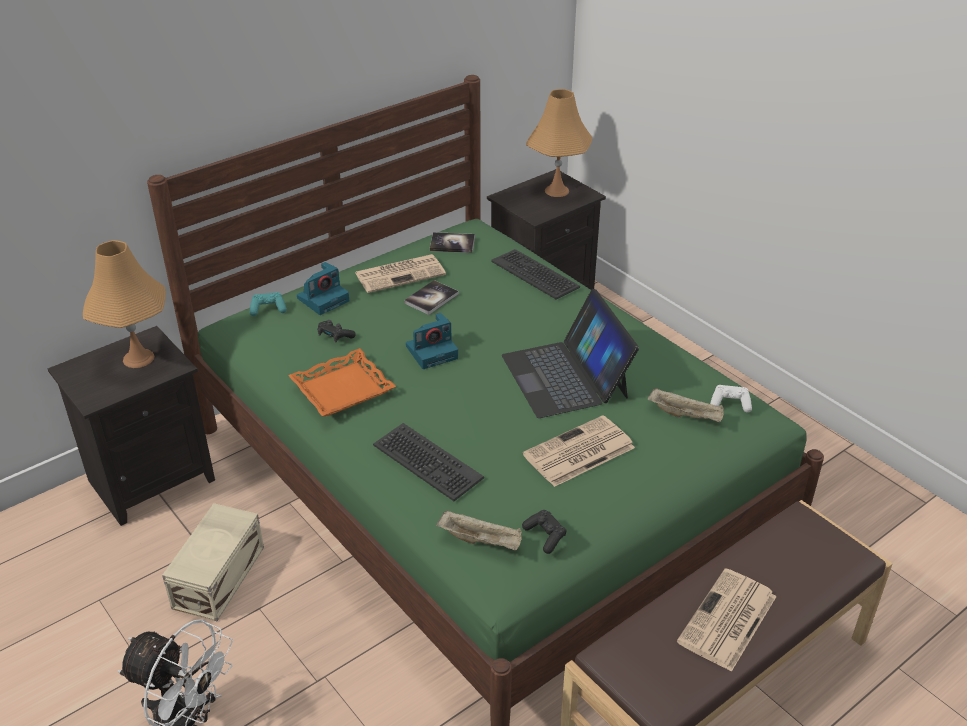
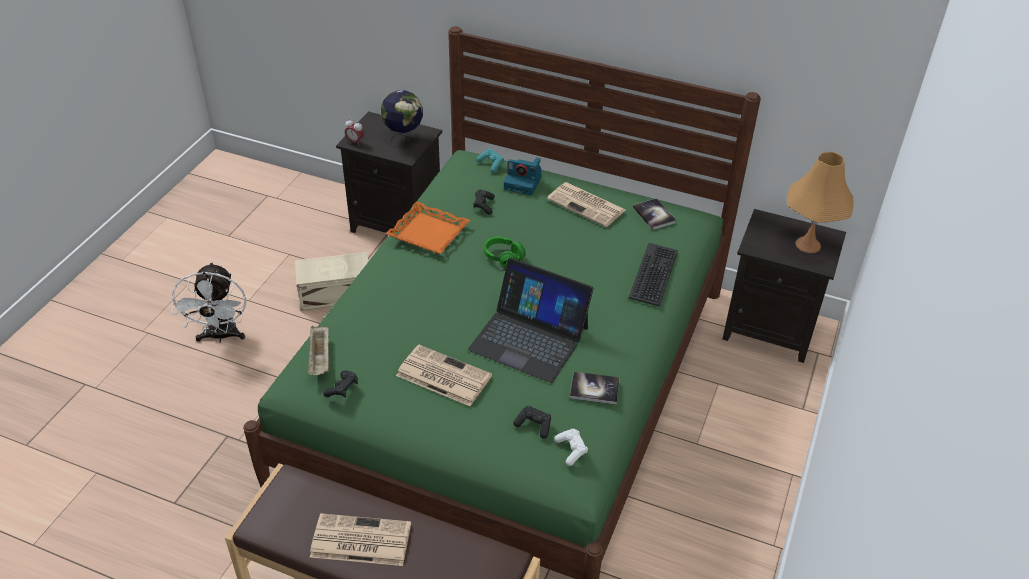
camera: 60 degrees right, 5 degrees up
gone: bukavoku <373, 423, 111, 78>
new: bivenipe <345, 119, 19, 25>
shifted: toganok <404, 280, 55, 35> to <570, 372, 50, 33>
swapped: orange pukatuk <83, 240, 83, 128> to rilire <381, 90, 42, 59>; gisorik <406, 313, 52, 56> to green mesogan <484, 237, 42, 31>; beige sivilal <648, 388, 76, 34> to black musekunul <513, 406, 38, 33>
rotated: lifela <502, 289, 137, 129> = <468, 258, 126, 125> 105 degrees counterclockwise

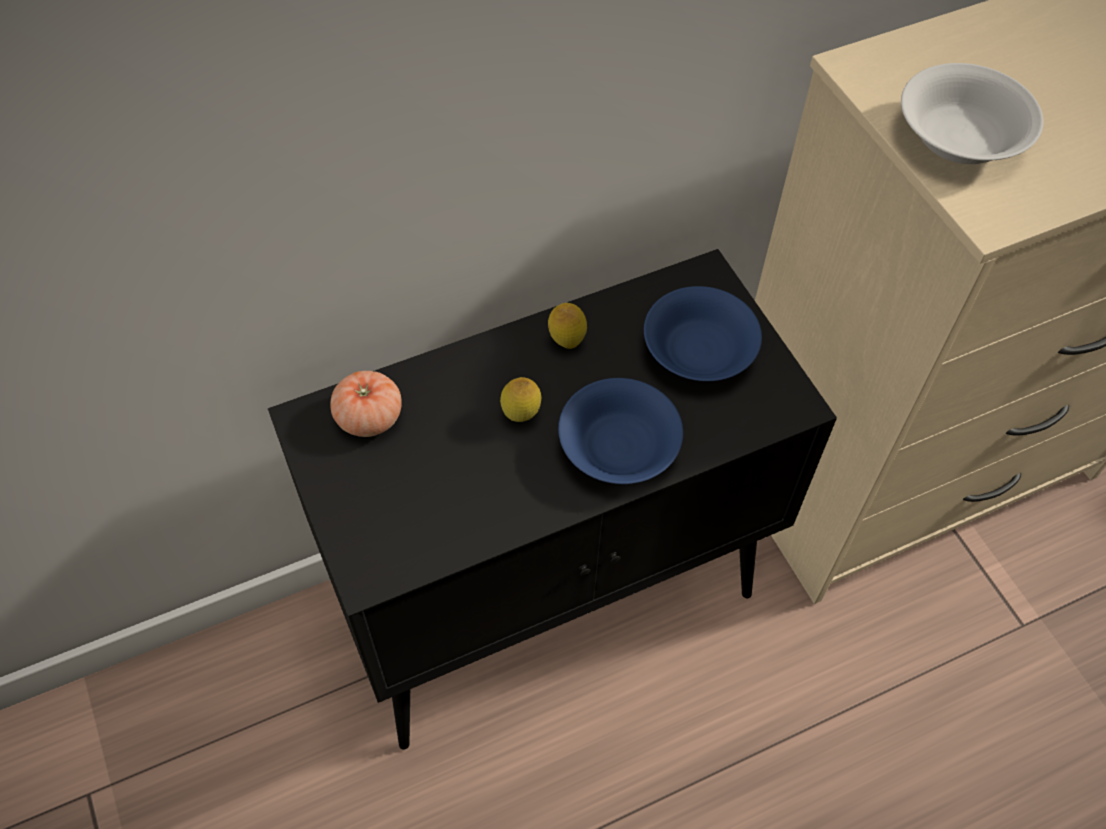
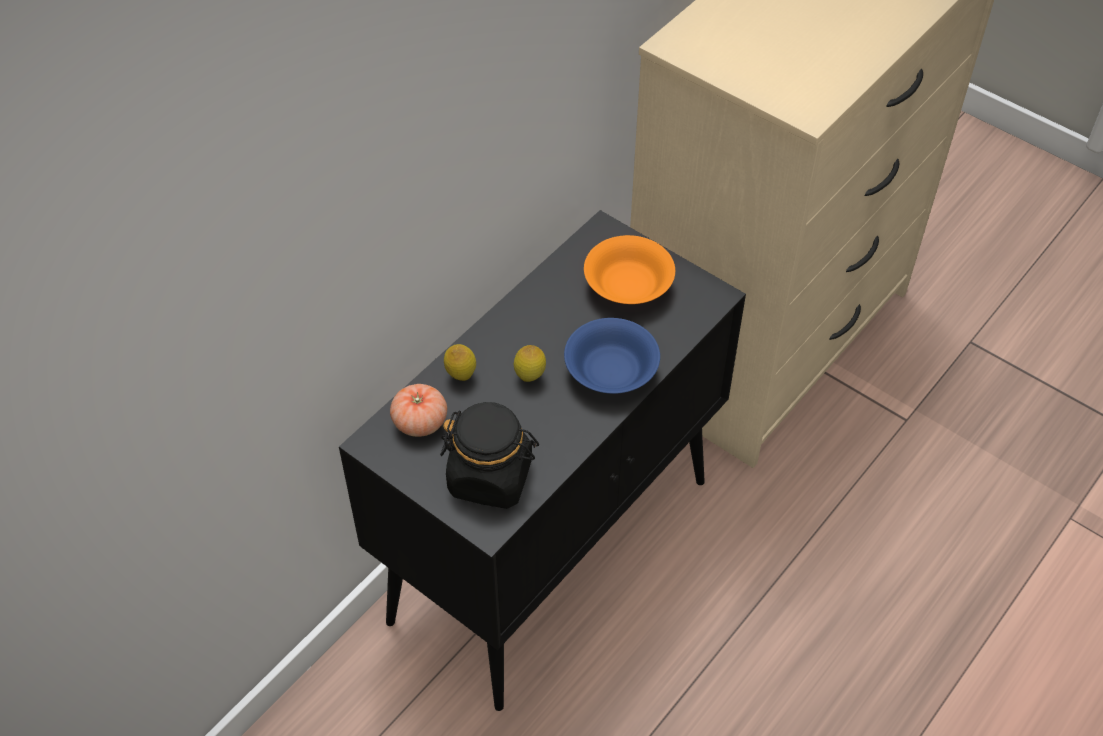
camera: 25 degrees left, 5 degrees down
gone: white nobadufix <901, 63, 142, 101>
new: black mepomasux <440, 402, 99, 107>
shifted: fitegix <548, 303, 39, 46> to <444, 344, 32, 37>
repainted: blue nobadufix <644, 286, 118, 95> to orange nobadufix <584, 235, 91, 69>

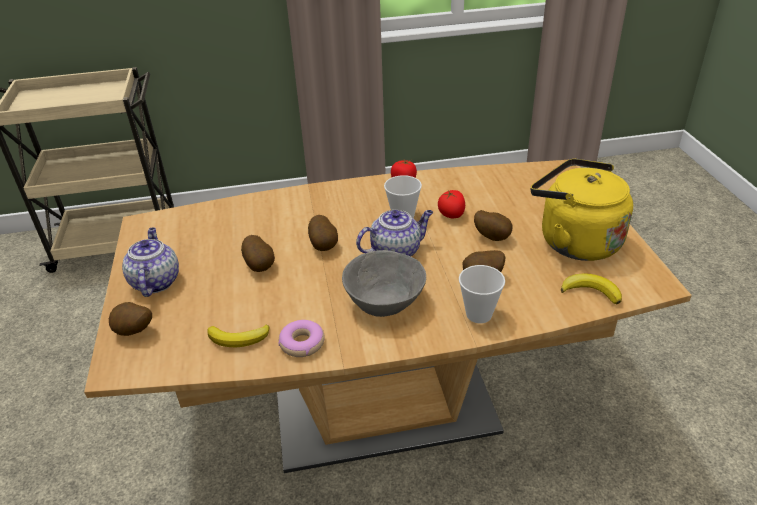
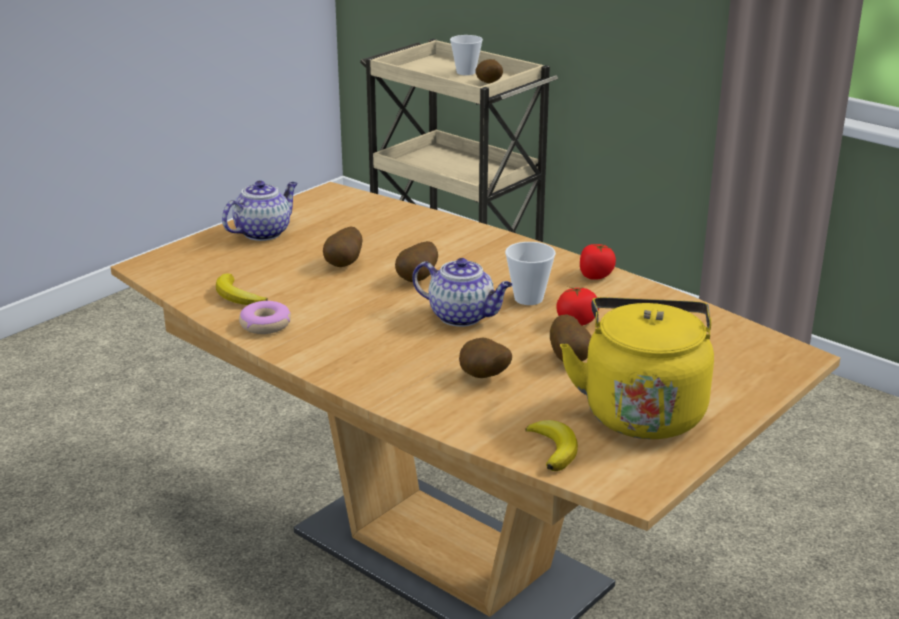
camera: 50 degrees right, 10 degrees down
gone: grey nobadufix <342, 250, 84, 67>
shifted: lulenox <459, 265, 46, 58> to <450, 35, 33, 40>; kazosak <109, 302, 43, 34> to <476, 59, 27, 24>

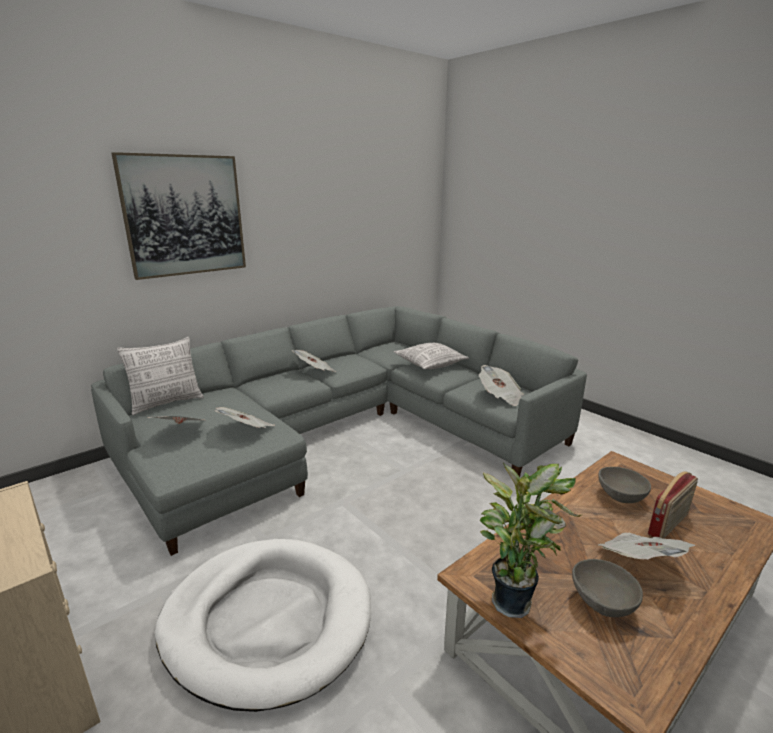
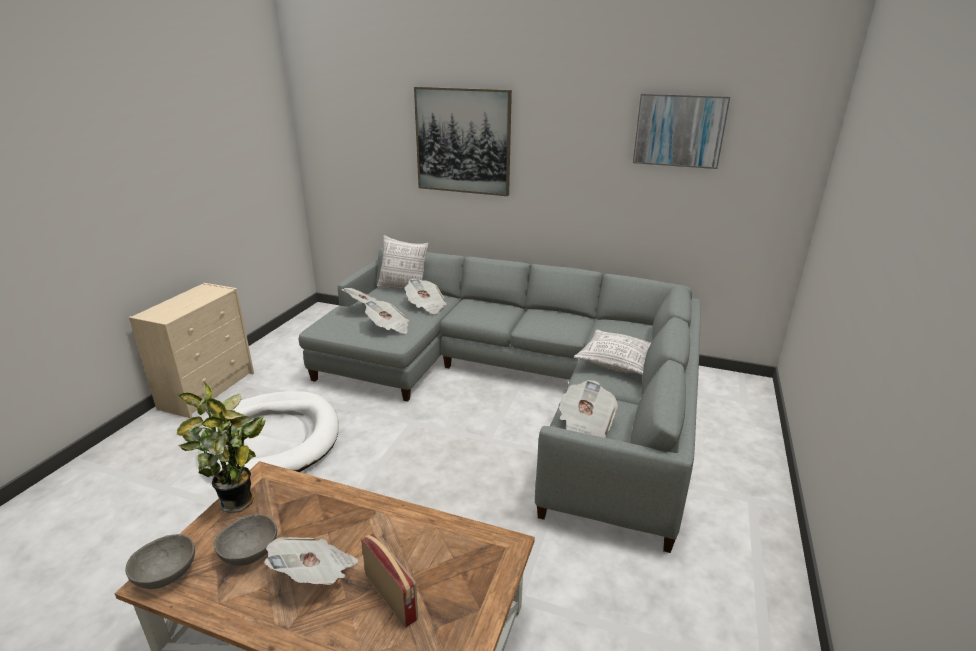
camera: 60 degrees right, 5 degrees up
new: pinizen <633, 94, 97, 75>
shifted: grey nobadufix <598, 467, 53, 36> to <125, 534, 70, 55>; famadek <291, 350, 45, 22> to <404, 279, 43, 35>
rotated: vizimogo <648, 471, 50, 68> = <361, 533, 57, 95> 150 degrees counterclockwise

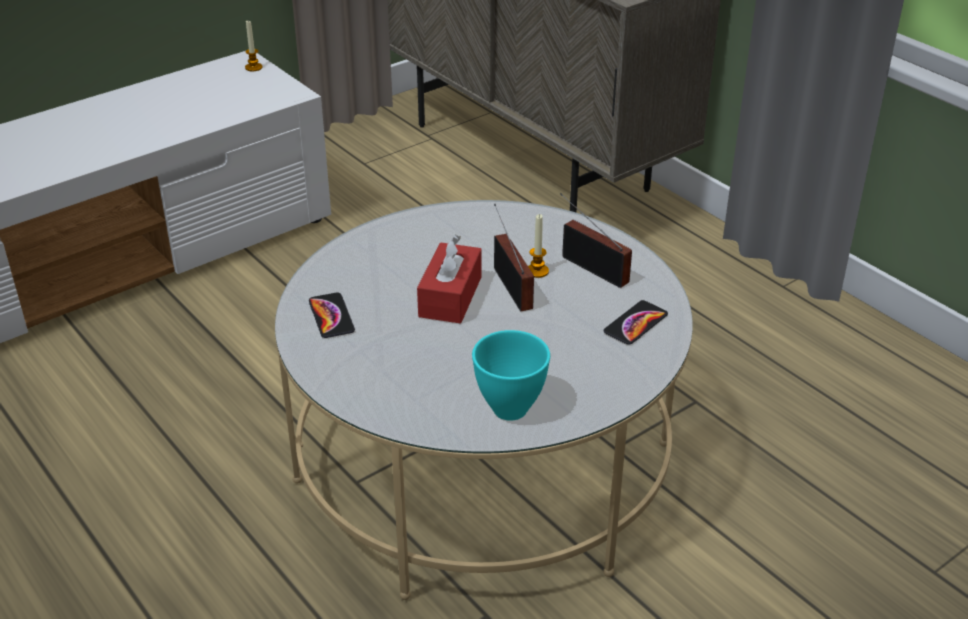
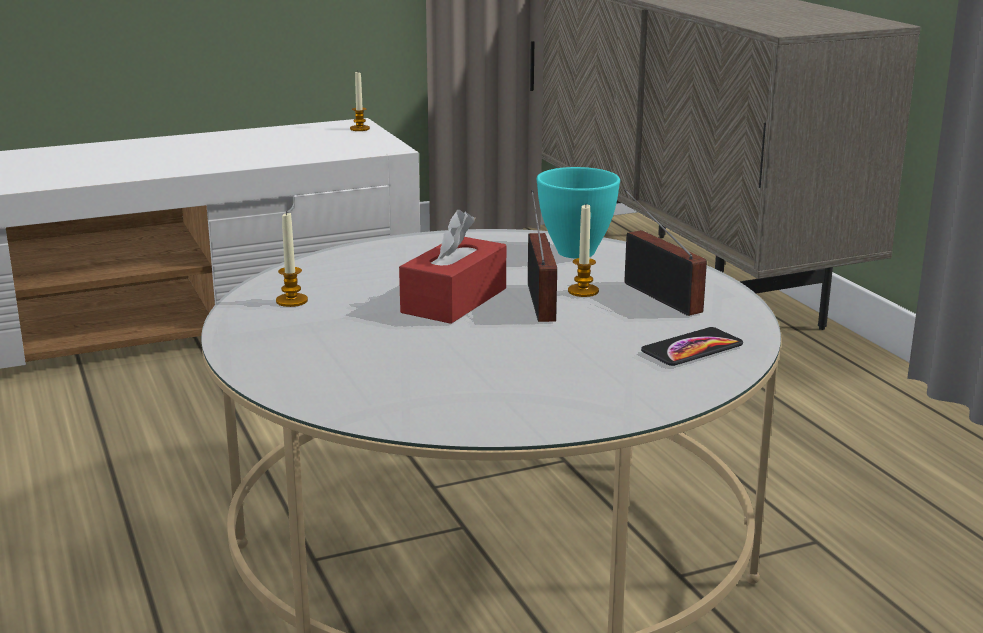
camera: 15 degrees right, 15 degrees down
shifted: turquoise nobadufix <472, 330, 78, 91> to <537, 167, 83, 92>
swapped: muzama <309, 292, 46, 46> to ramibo <276, 211, 32, 96>

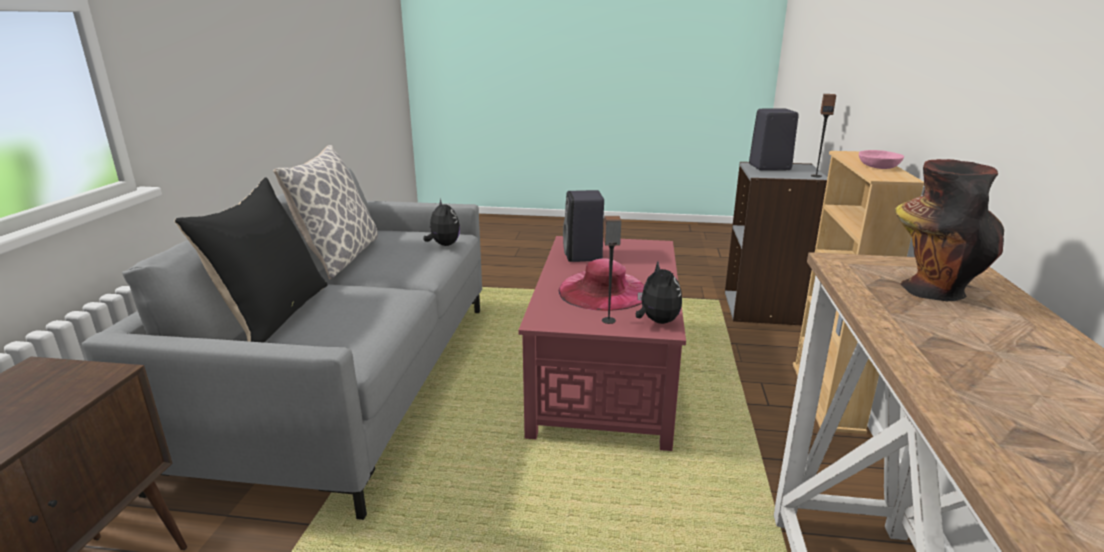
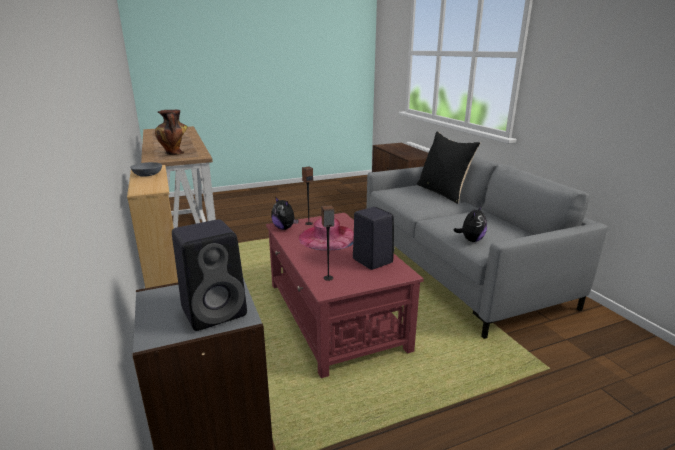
camera: 150 degrees right, 0 degrees up
gone: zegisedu <273, 145, 105, 134>
shifted: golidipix <811, 94, 25, 83> to <321, 206, 13, 75>
repainted: pink nobadufix <859, 150, 45, 19> to grey nobadufix <130, 162, 32, 15>
rotated: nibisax <423, 199, 37, 47> = <453, 205, 34, 37> 90 degrees counterclockwise

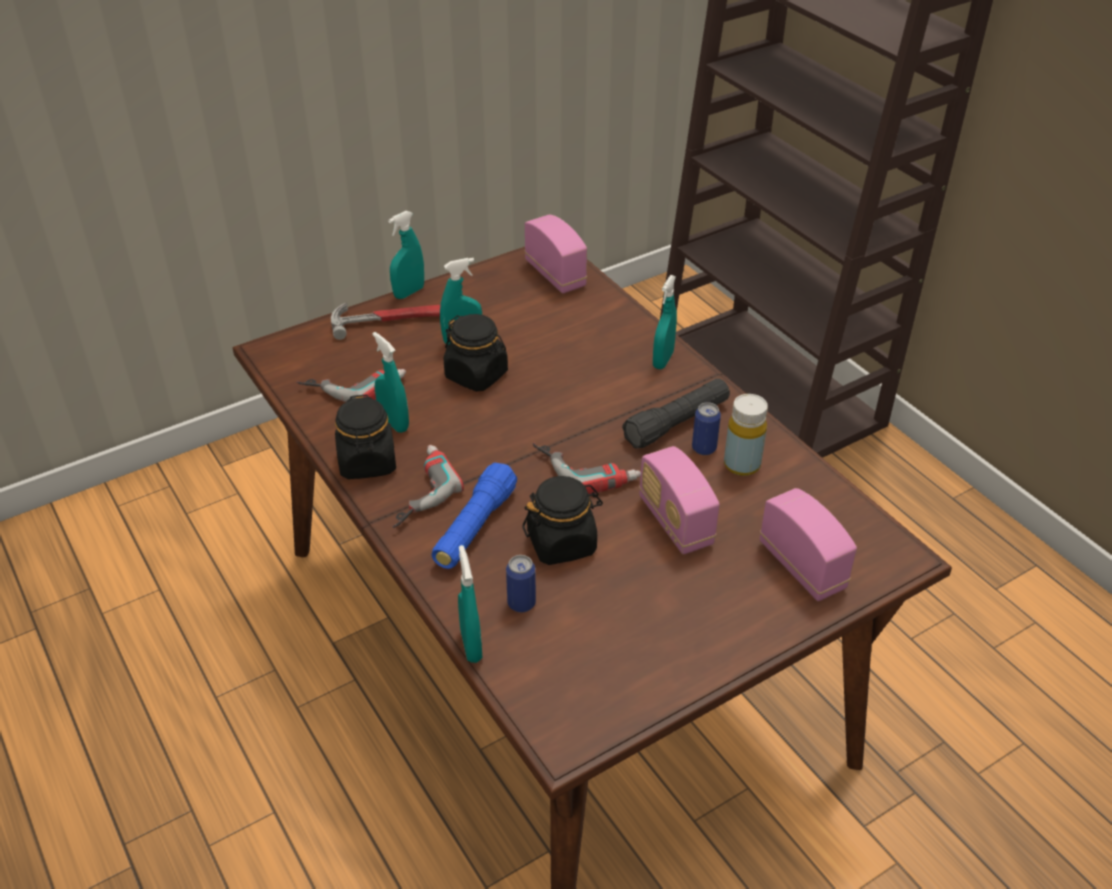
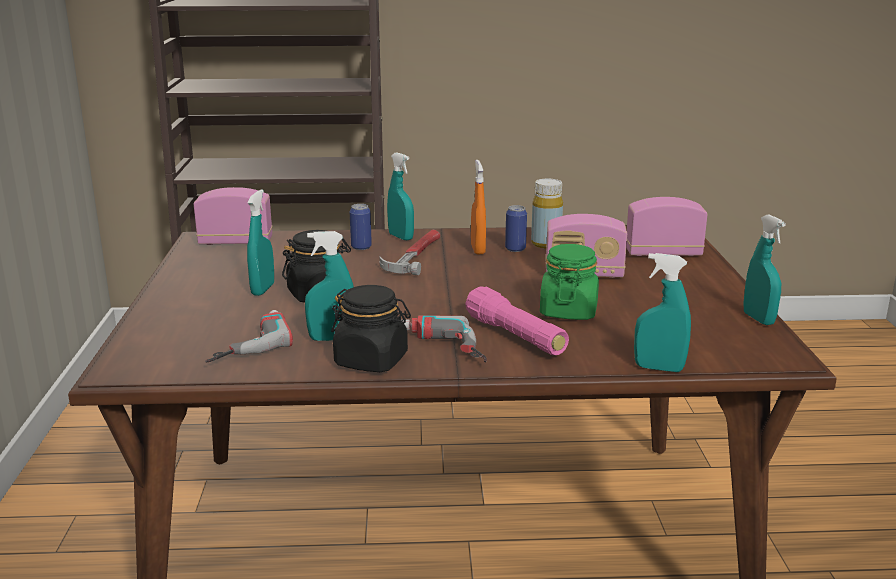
camera: 60 degrees left, 20 degrees down
gone: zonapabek <533, 443, 108, 51>
shifted: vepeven <506, 555, 30, 58> to <350, 204, 22, 46>; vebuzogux <331, 303, 110, 37> to <379, 230, 61, 45>; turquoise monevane <388, 211, 36, 88> to <744, 215, 42, 110>
swapped: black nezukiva <622, 378, 108, 71> to orange monevane <471, 160, 15, 95>
repainted: blue nezukiva <432, 462, 85, 107> to pink nezukiva <465, 286, 104, 69>; black mepomasux <523, 476, 80, 89> to green mepomasux <540, 244, 59, 76>

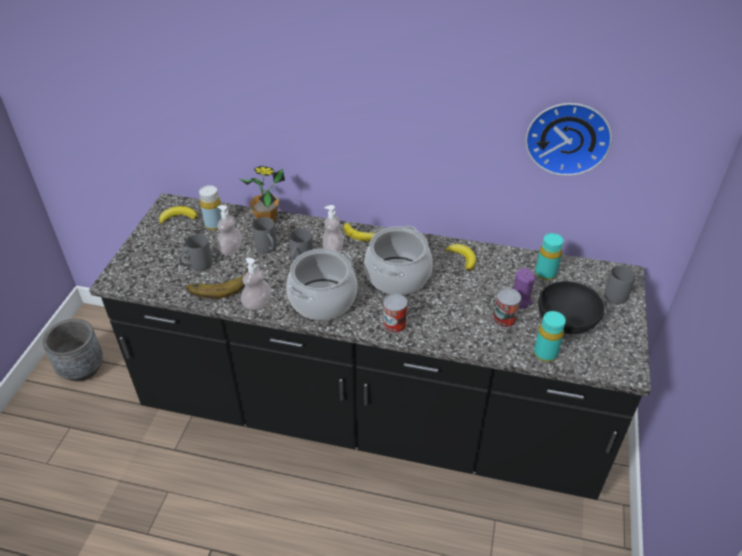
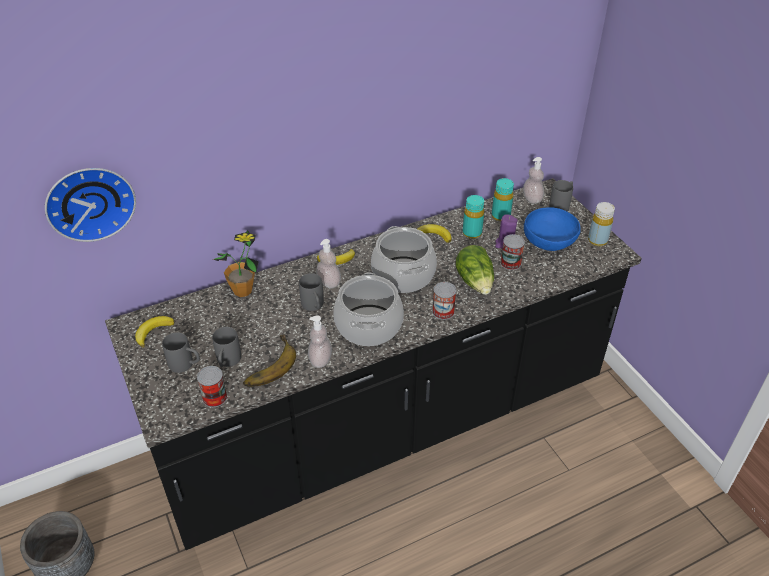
camera: 40 degrees left, 0 degrees up
new: vepeven <197, 366, 30, 41>; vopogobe <456, 245, 38, 50>
shifted: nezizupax <525, 103, 87, 73> to <45, 168, 91, 74>; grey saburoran <252, 217, 25, 36> to <162, 332, 38, 41>; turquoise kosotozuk <534, 311, 32, 51> to <463, 195, 21, 44>; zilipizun <217, 205, 25, 51> to <523, 157, 21, 47>; yellow kosotozuk <199, 185, 23, 45> to <588, 202, 27, 44>
repainted: black nobadufix <538, 281, 66, 53> to blue nobadufix <524, 207, 57, 44>

